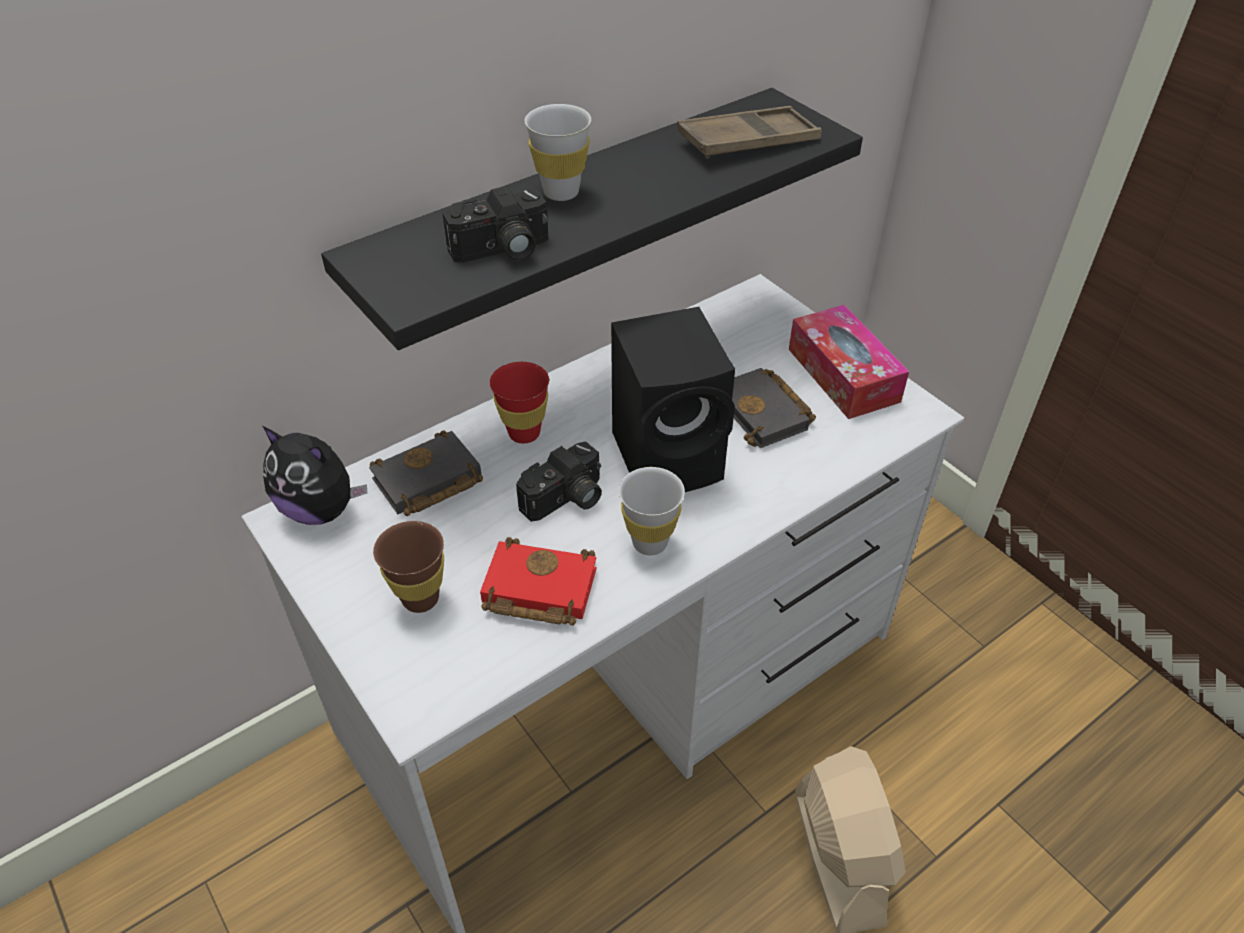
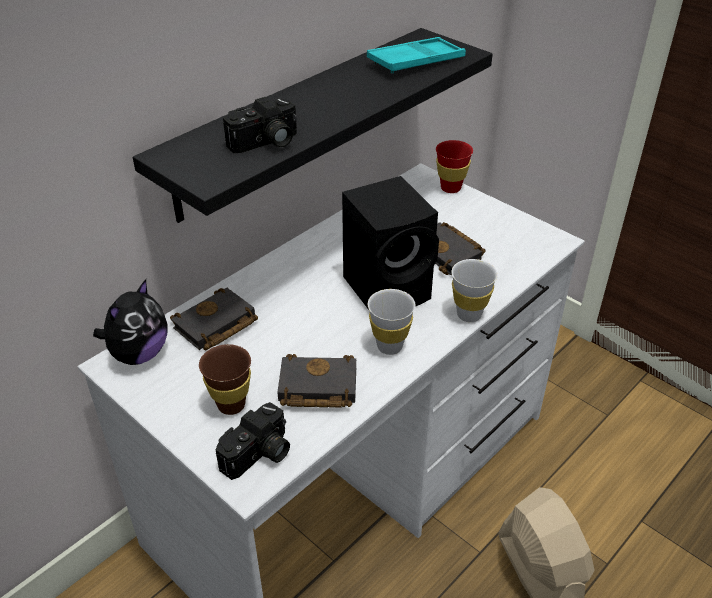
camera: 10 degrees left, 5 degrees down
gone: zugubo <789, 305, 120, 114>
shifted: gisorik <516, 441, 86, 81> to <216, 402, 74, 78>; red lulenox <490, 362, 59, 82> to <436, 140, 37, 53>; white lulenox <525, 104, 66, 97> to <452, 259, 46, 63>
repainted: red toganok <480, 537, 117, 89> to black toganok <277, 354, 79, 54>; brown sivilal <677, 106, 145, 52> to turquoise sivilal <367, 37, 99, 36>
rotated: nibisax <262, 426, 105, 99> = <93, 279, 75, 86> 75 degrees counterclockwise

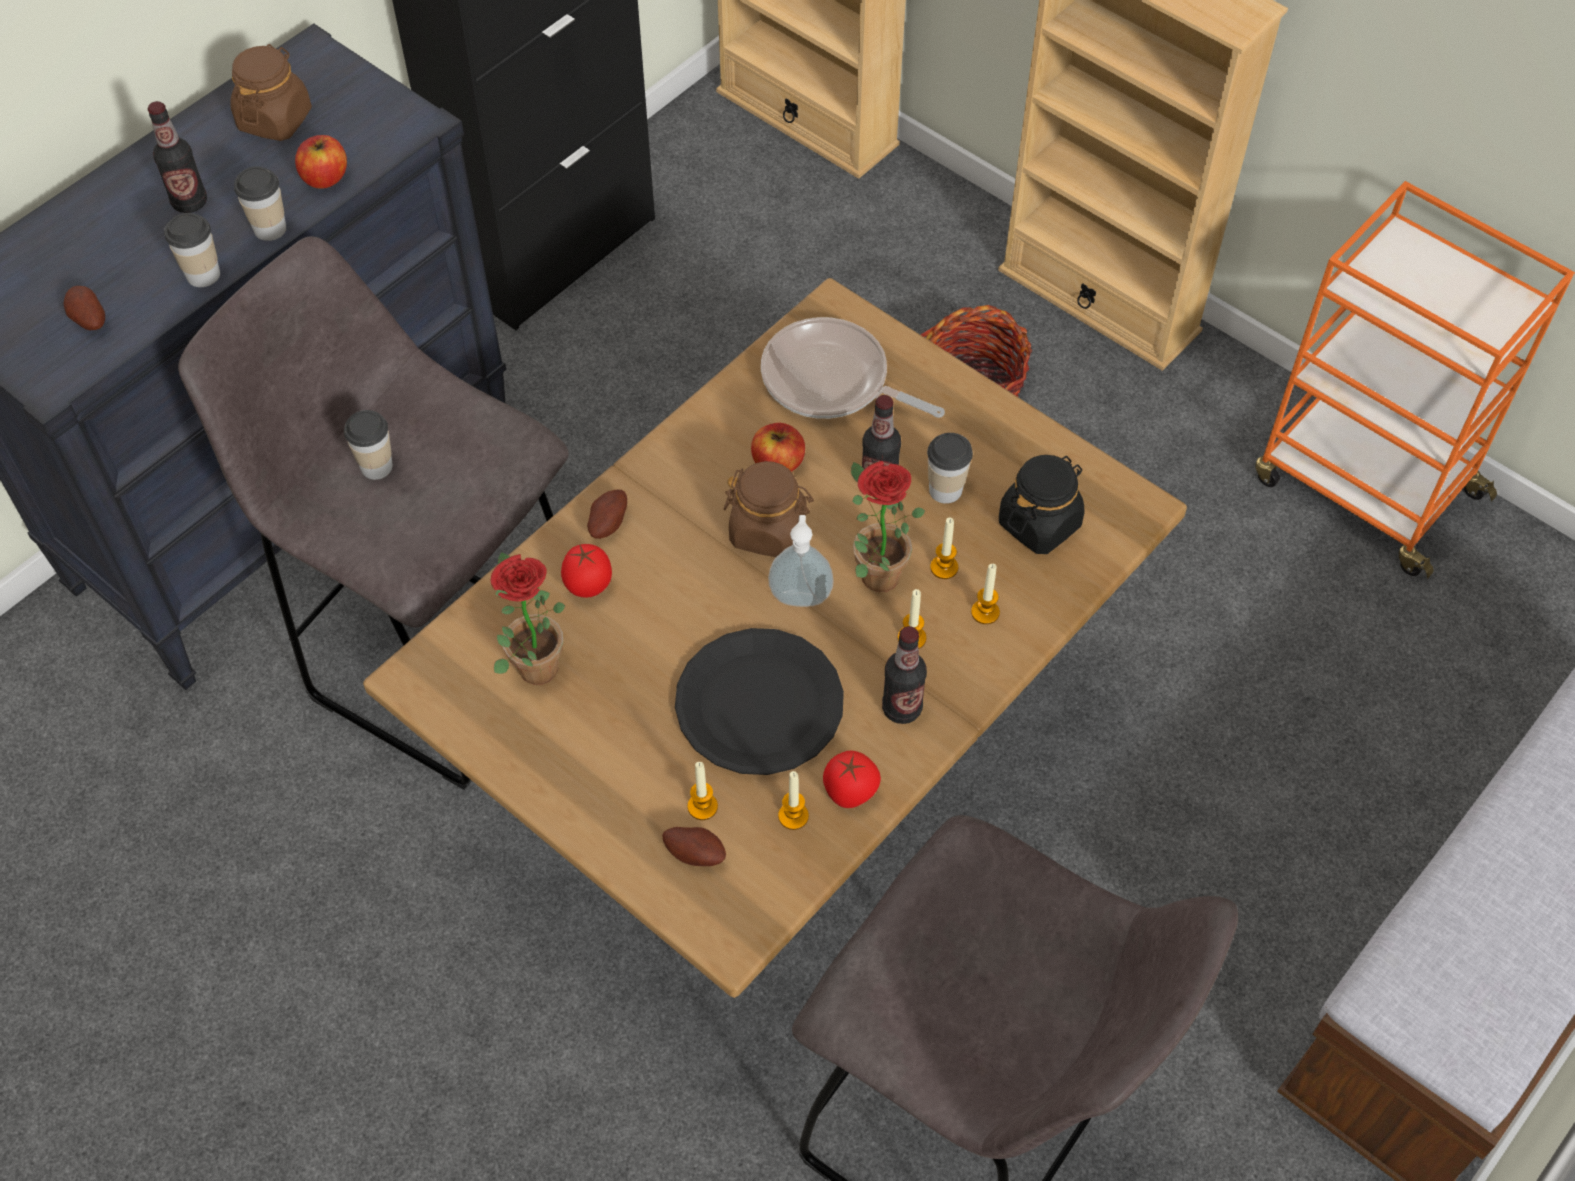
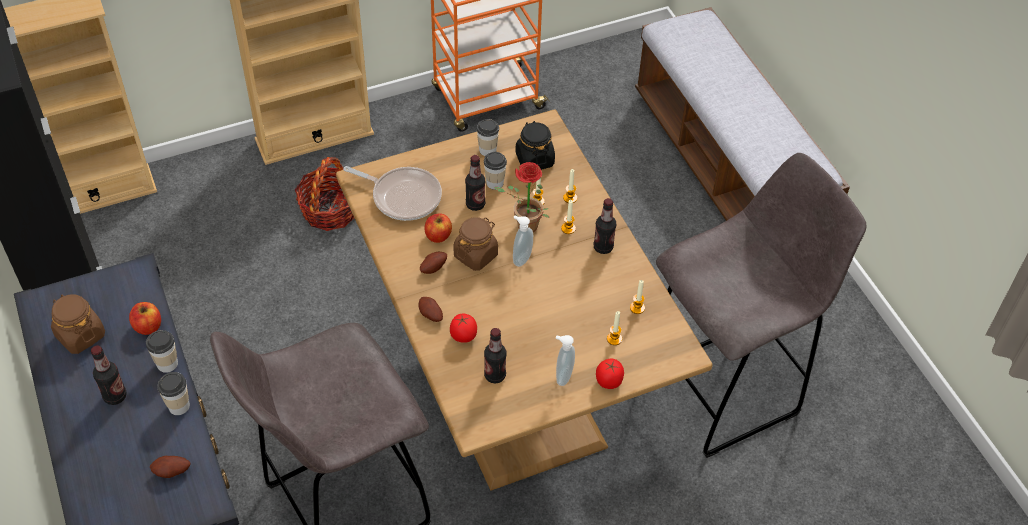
camera: 65 degrees left, 5 degrees down
gone: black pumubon <675, 628, 169, 147>
new: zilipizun <556, 335, 19, 51>
shifted: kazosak <662, 827, 64, 39> to <420, 252, 27, 22>; lulenox <344, 410, 49, 70> to <477, 119, 22, 37>; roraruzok <823, 751, 58, 57> to <596, 359, 28, 30>
swapped: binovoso <491, 552, 74, 133> to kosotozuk <484, 328, 23, 55>
rotated: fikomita <761, 317, 184, 102> = <343, 166, 99, 55> 120 degrees counterclockwise

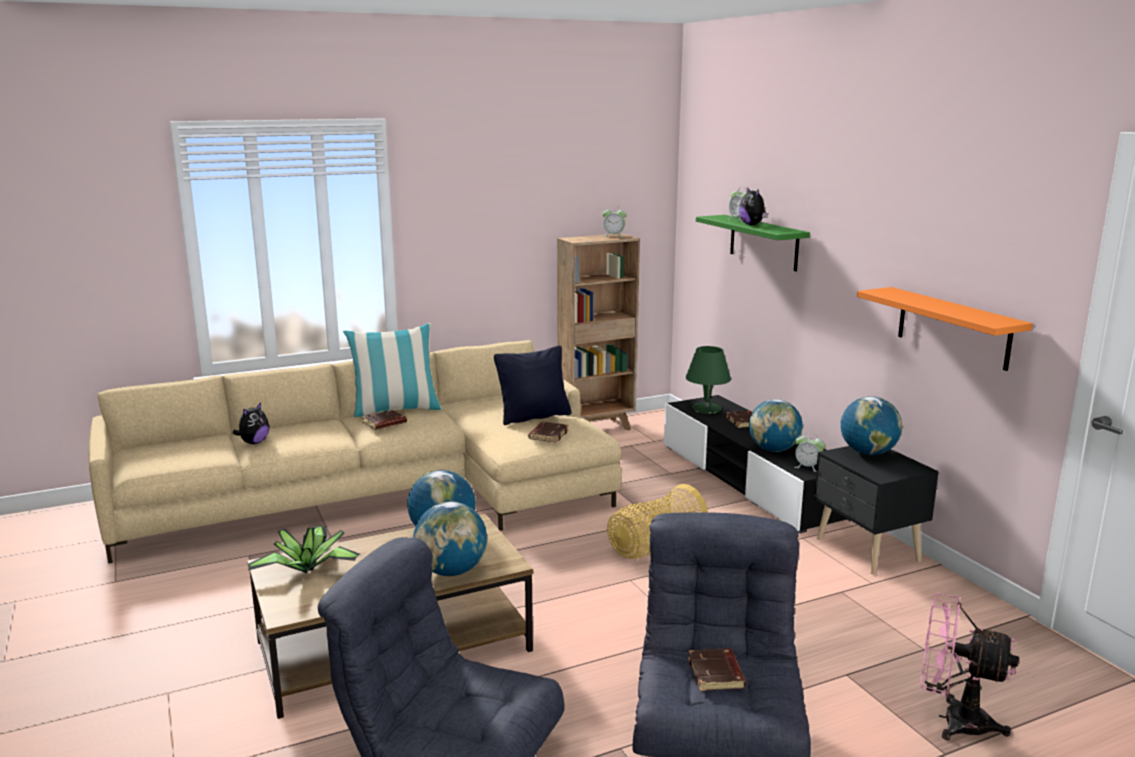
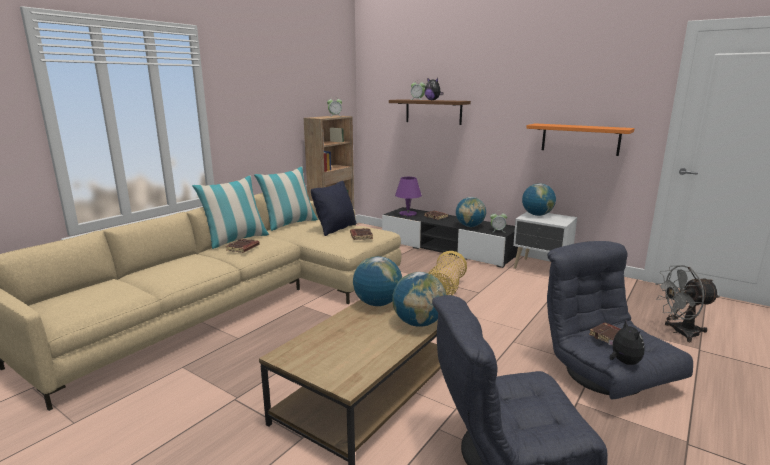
camera: 30 degrees left, 0 degrees up
gone: binovoso <248, 526, 112, 47>
new: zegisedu <254, 167, 64, 64>
shifted: nibisax <233, 402, 36, 42> to <608, 320, 36, 45>
repainted: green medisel <696, 215, 114, 56> to brown medisel <389, 99, 82, 26>; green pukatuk <686, 346, 45, 68> to purple pukatuk <395, 177, 27, 39>; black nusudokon <814, 446, 125, 129> to white nusudokon <513, 211, 64, 58>; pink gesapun <921, 593, 98, 147> to grey gesapun <655, 265, 65, 77>

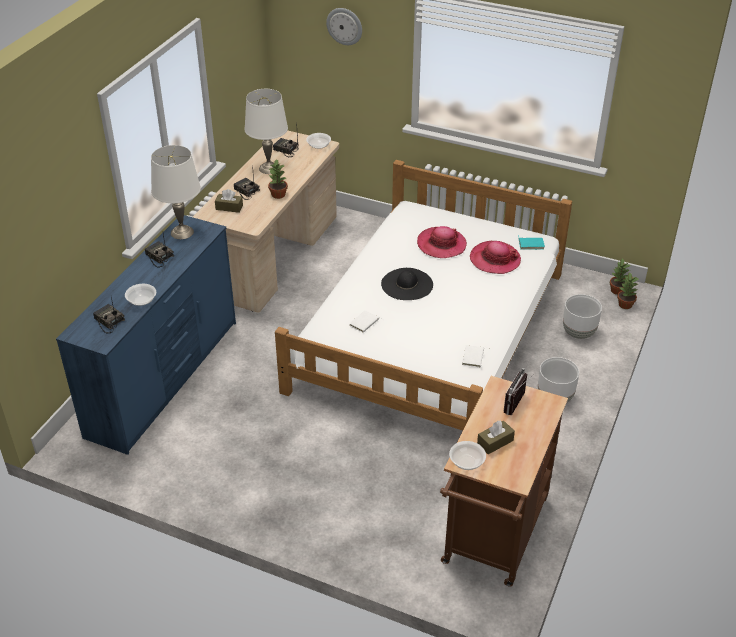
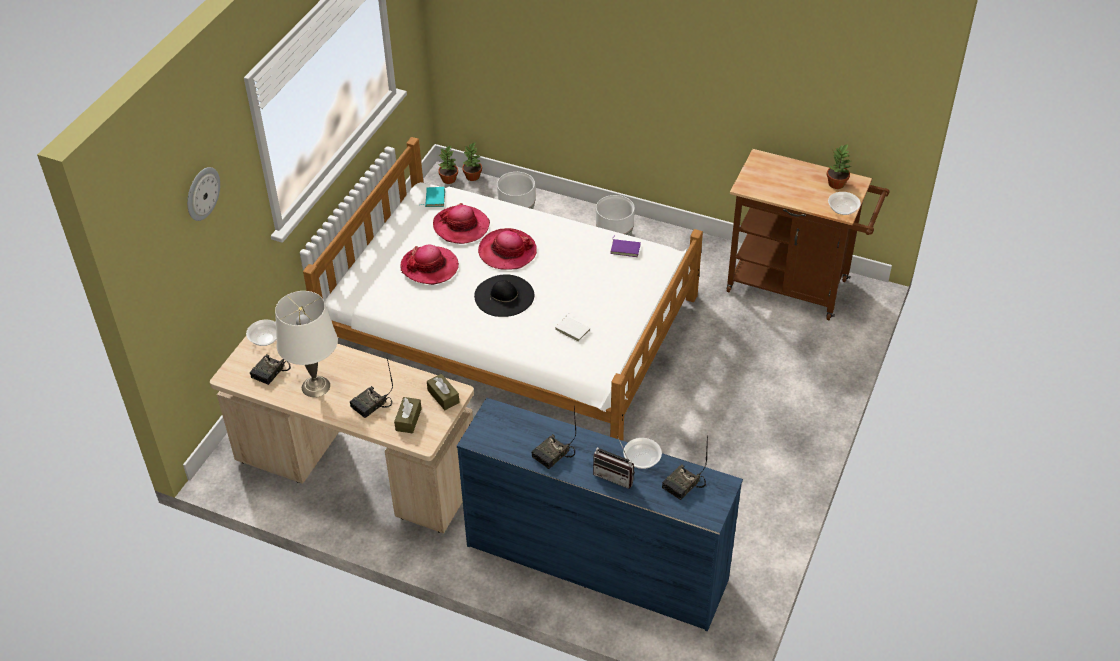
camera: 90 degrees left, 5 degrees up
gone: white pukatuk <151, 145, 50, 94>
new: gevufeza <478, 228, 59, 41>
shifted: brown zugubo <477, 420, 38, 34> to <427, 374, 33, 36>; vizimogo <503, 368, 31, 47> to <593, 435, 42, 53>; binovoso <268, 159, 20, 40> to <827, 144, 24, 45>
repainted: white toganok <462, 345, 28, 22> to purple toganok <610, 238, 31, 19>

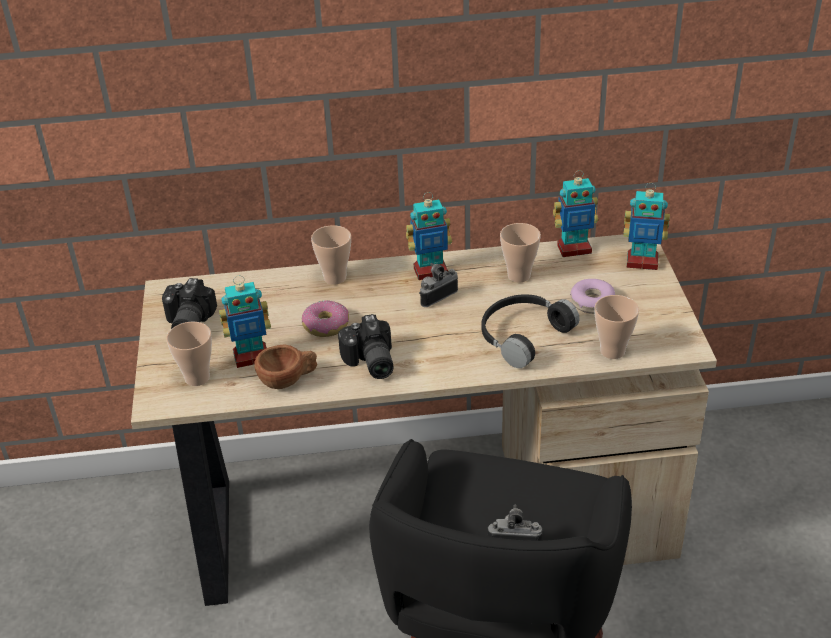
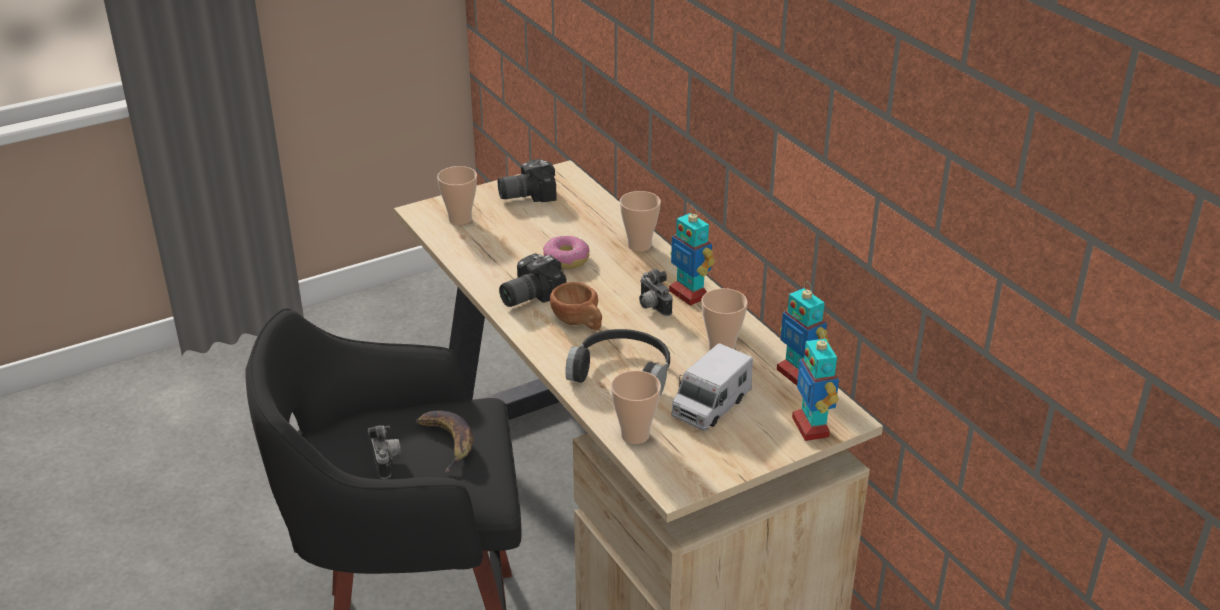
camera: 65 degrees right, 5 degrees down
gone: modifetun <219, 276, 52, 92>
new: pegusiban <415, 411, 58, 62>
shifted: brown lulenox <254, 344, 63, 45> to <550, 282, 52, 48>
swapped: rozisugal <570, 279, 45, 35> to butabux <671, 343, 82, 88>
rotated: gisorik <419, 263, 39, 44> = <639, 269, 33, 47> 150 degrees counterclockwise

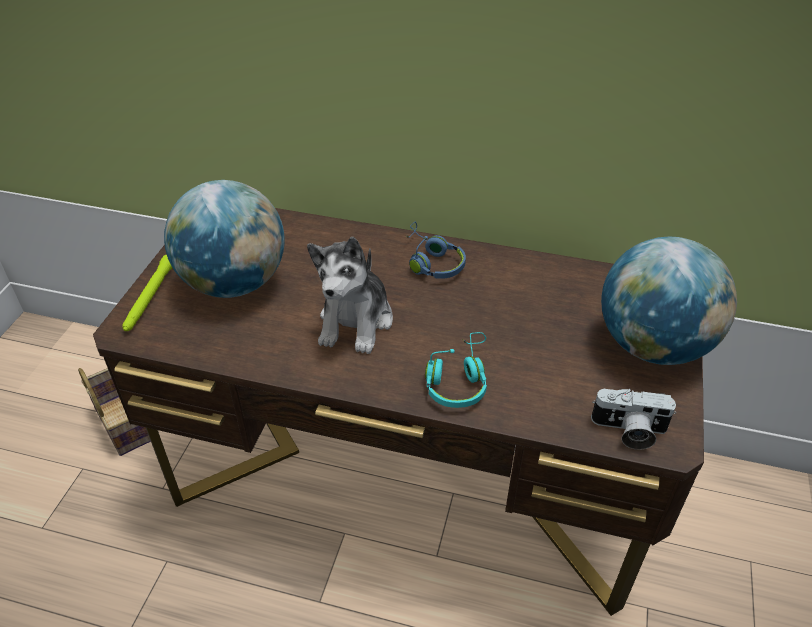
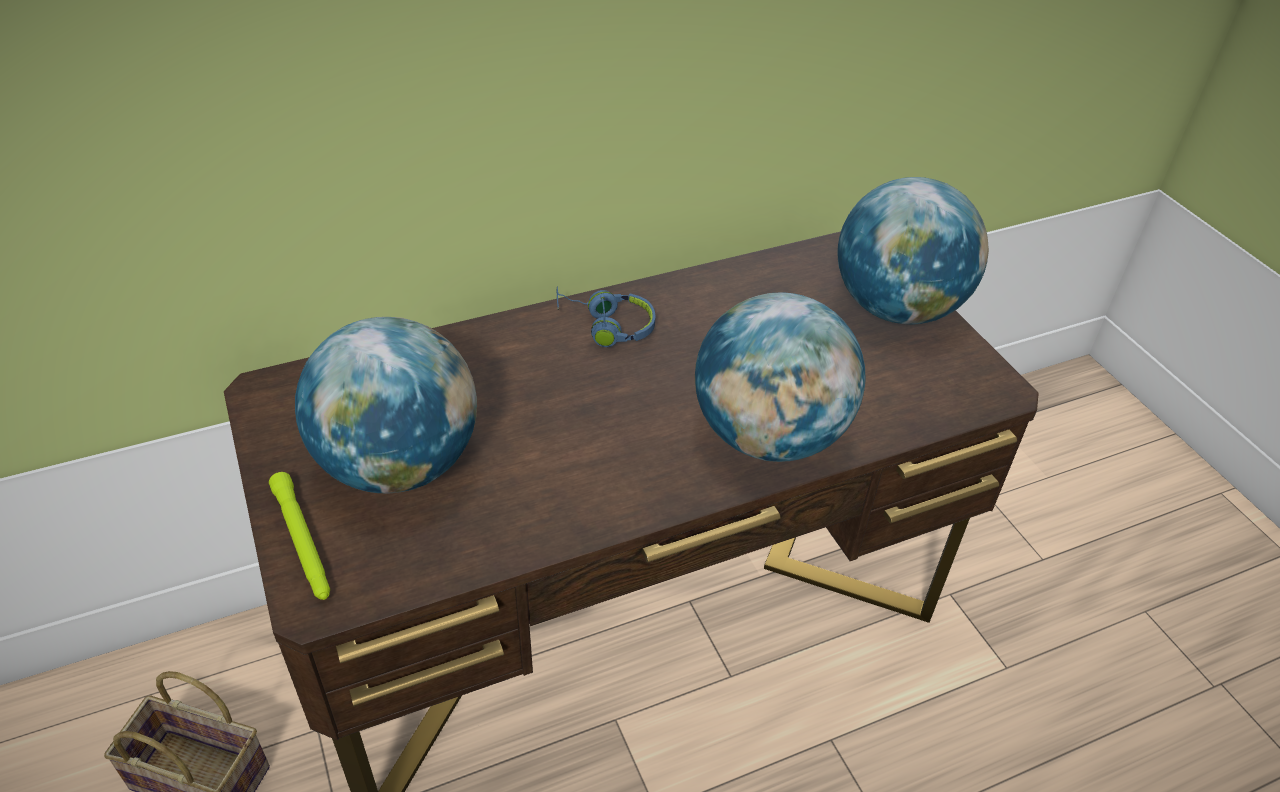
camera: 40 degrees left, 0 degrees up
gone: nibisax <307, 237, 86, 117>; gisorik <591, 389, 85, 61>
swapped: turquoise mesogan <425, 332, 62, 76> to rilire <695, 292, 171, 170>

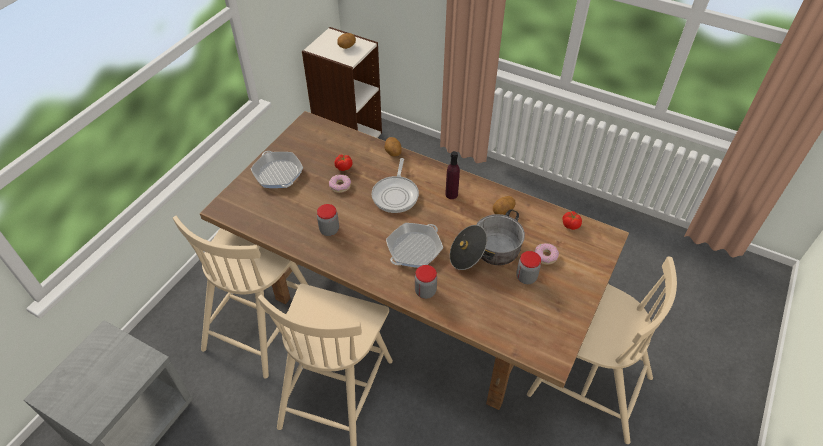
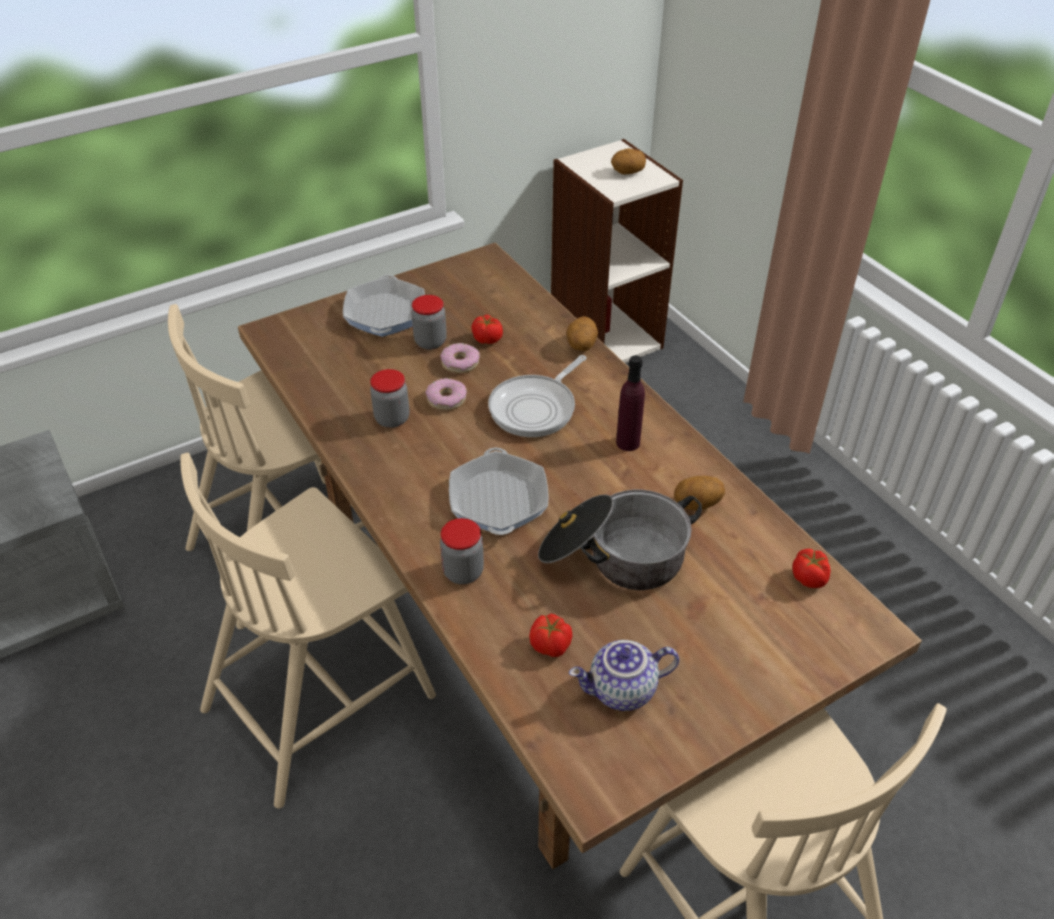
camera: 30 degrees right, 5 degrees down
new: roraruzok <529, 614, 44, 43>; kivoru <569, 640, 110, 71>
shifted: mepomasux <516, 251, 25, 33> to <411, 295, 36, 55>; rozisugal <534, 243, 25, 22> to <426, 378, 41, 33>
rotated: fikomita <386, 223, 57, 45> = <449, 448, 100, 87> 75 degrees counterclockwise

